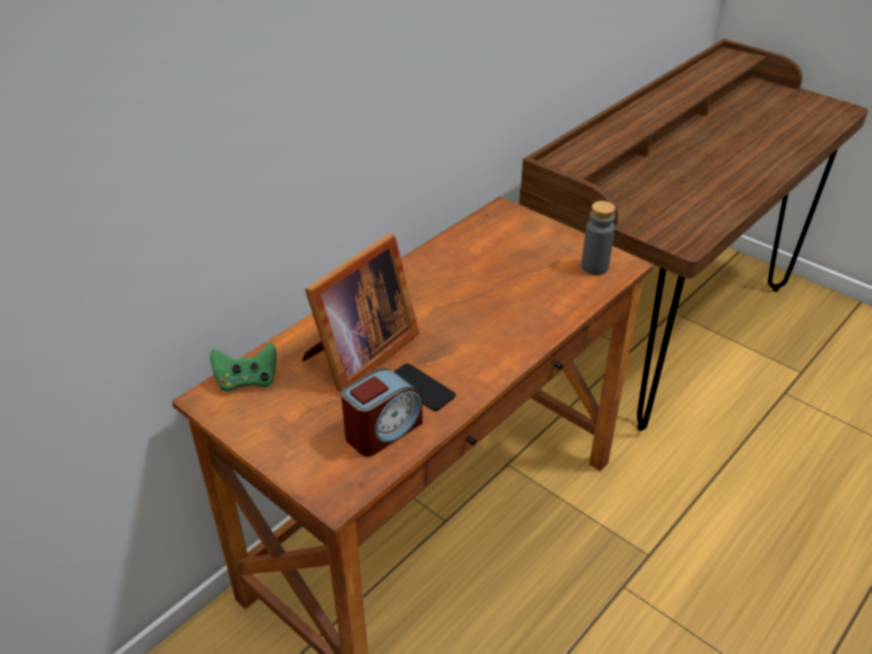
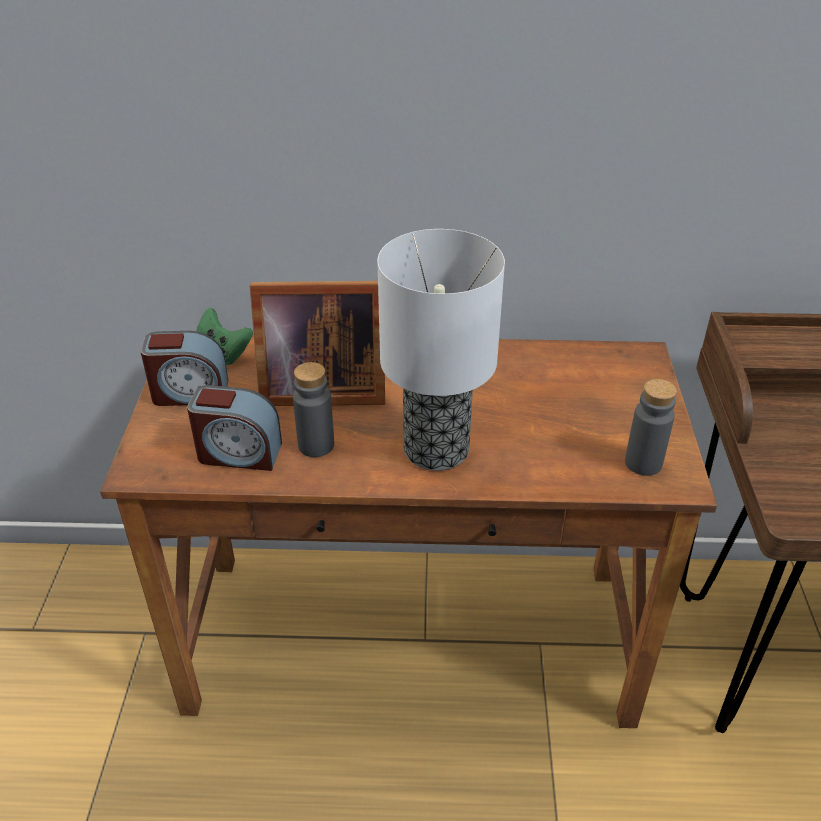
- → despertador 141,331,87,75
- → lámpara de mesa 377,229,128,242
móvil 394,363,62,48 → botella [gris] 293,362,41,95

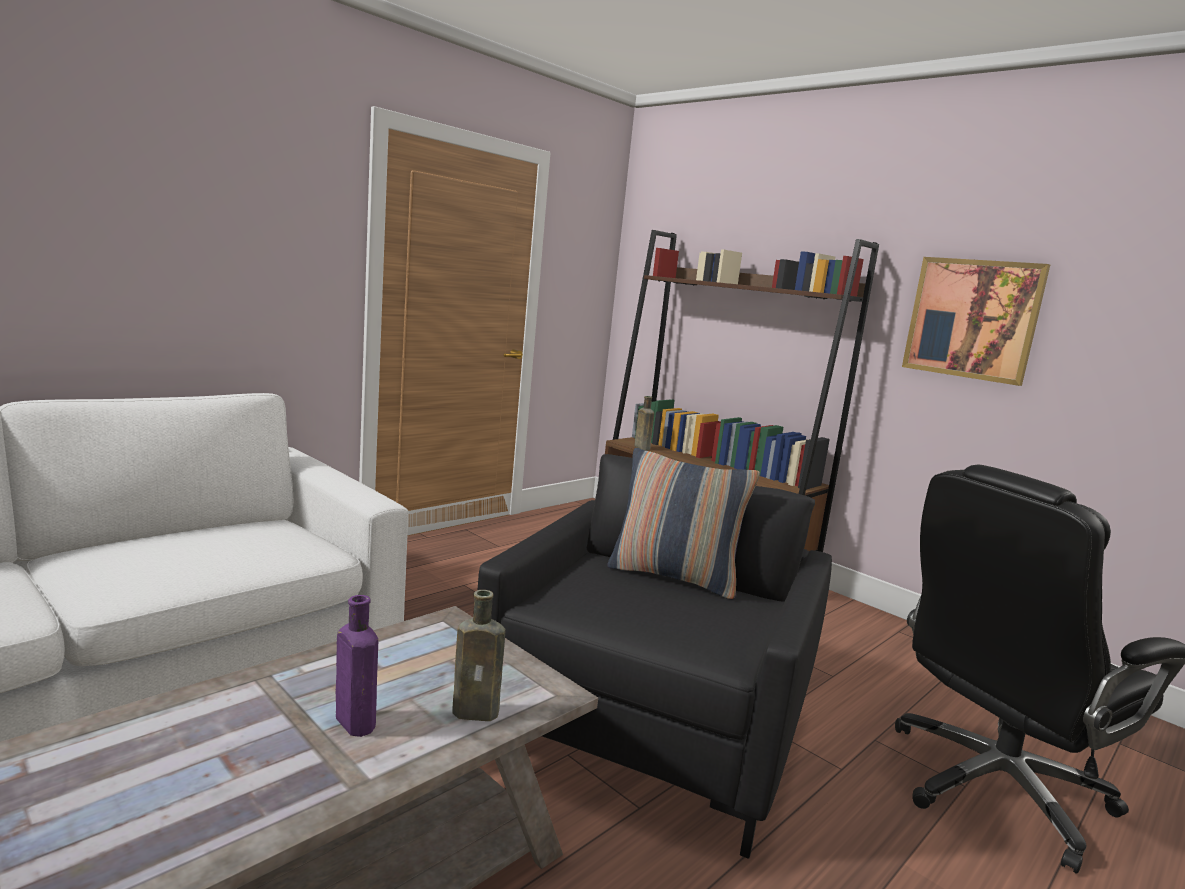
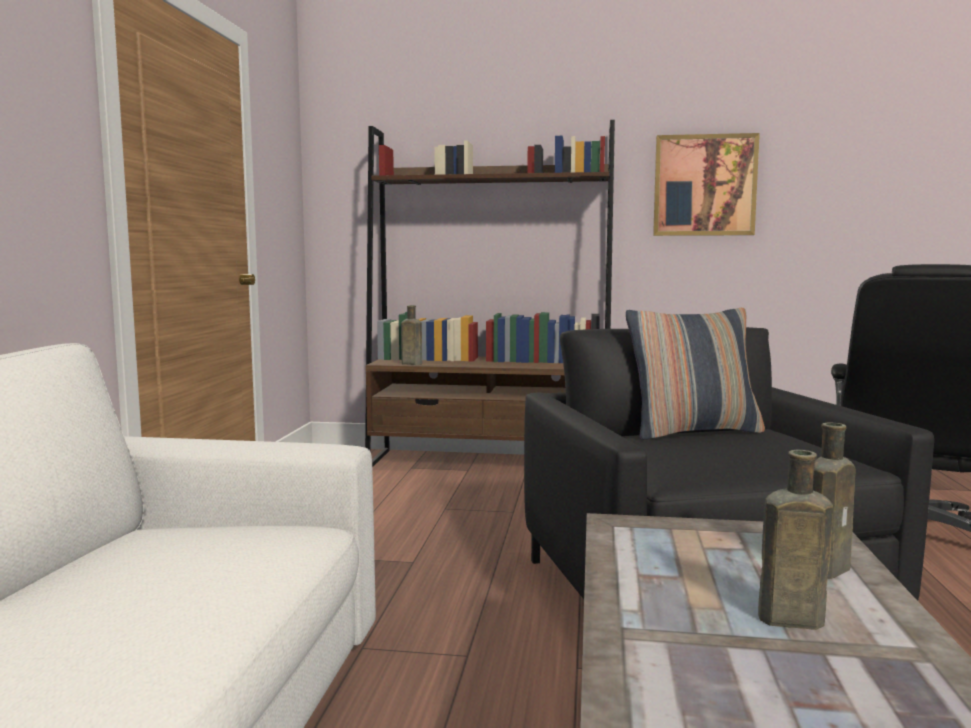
botella [morado] 336,595,42,142 → botella [marrón] 758,450,75,180

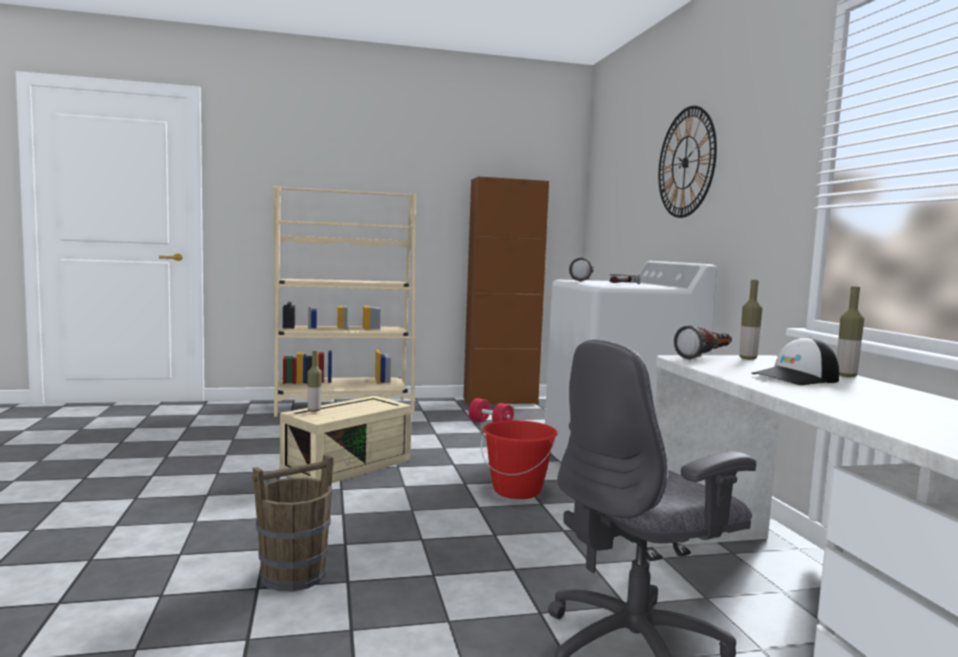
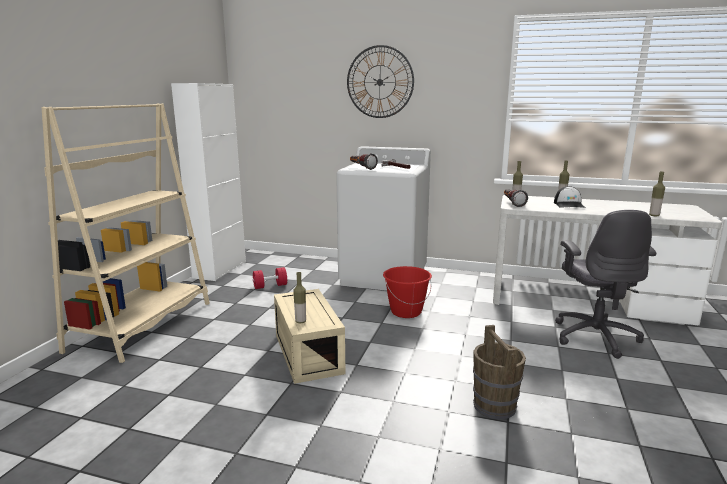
- → botella 649,172,16,44
armario [marrón] 463,177,86,228 → armario [blanco] 171,83,75,198

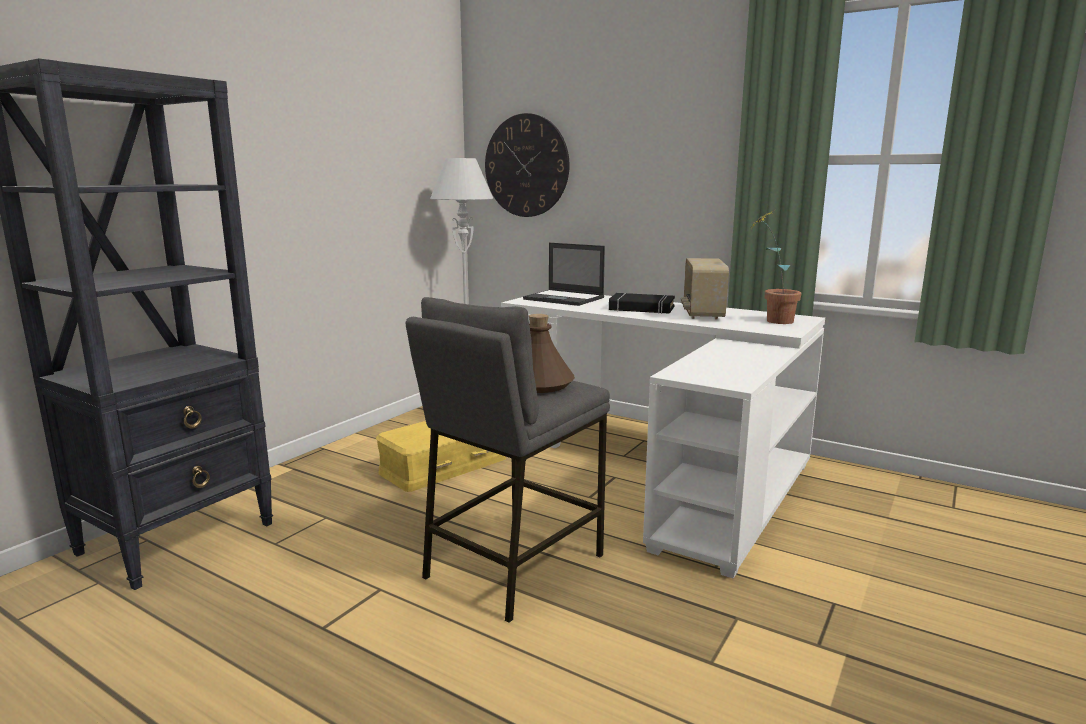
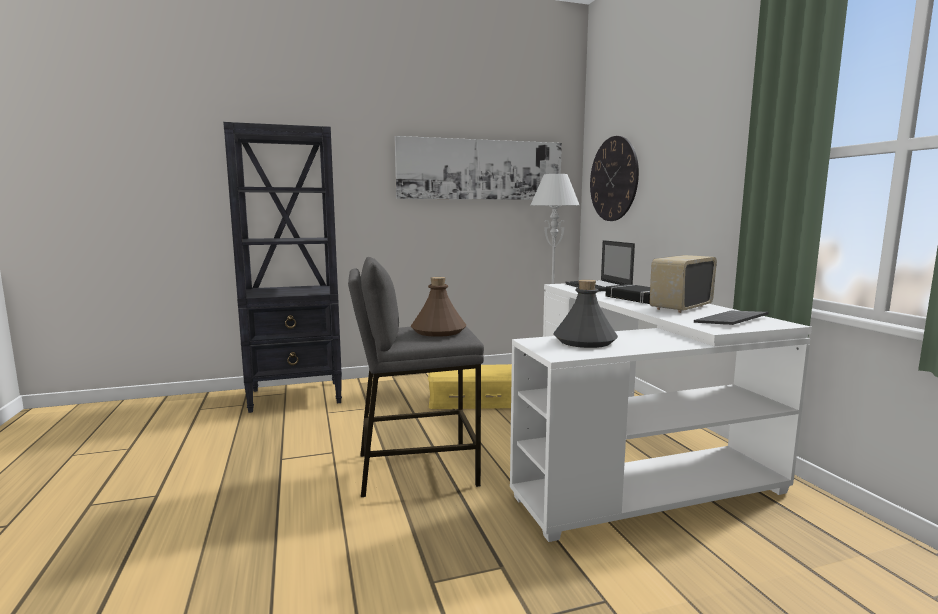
- → cuadro 395,136,167,64
- → botella [gris] 553,279,65,69
planta en maceta 750,211,52,113 → teclado 694,310,75,15

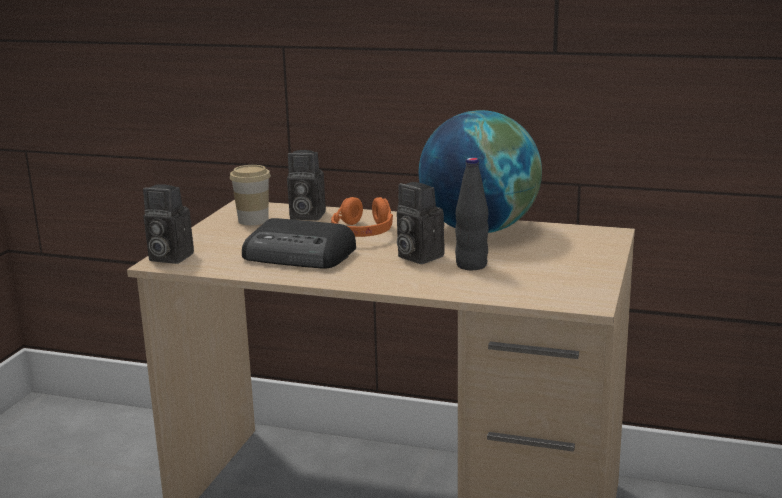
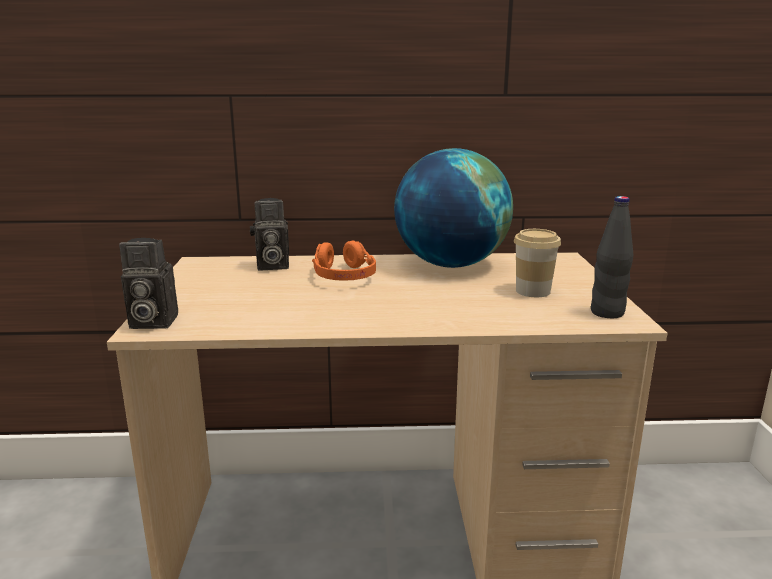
radio 242,218,114,51 → -
cámara 397,182,48,82 → -
taza 230,165,41,60 → taza 514,229,47,68, relocated
botella [negro] 455,157,34,113 → botella [negro] 591,196,42,122, relocated

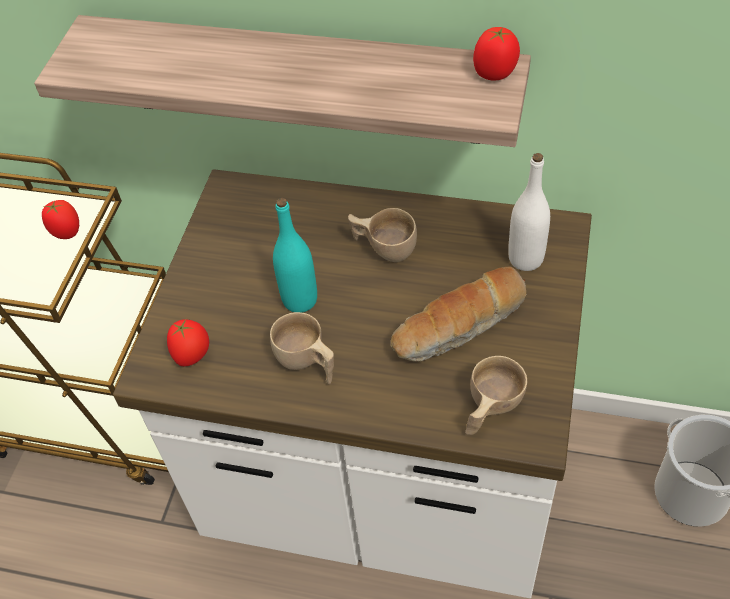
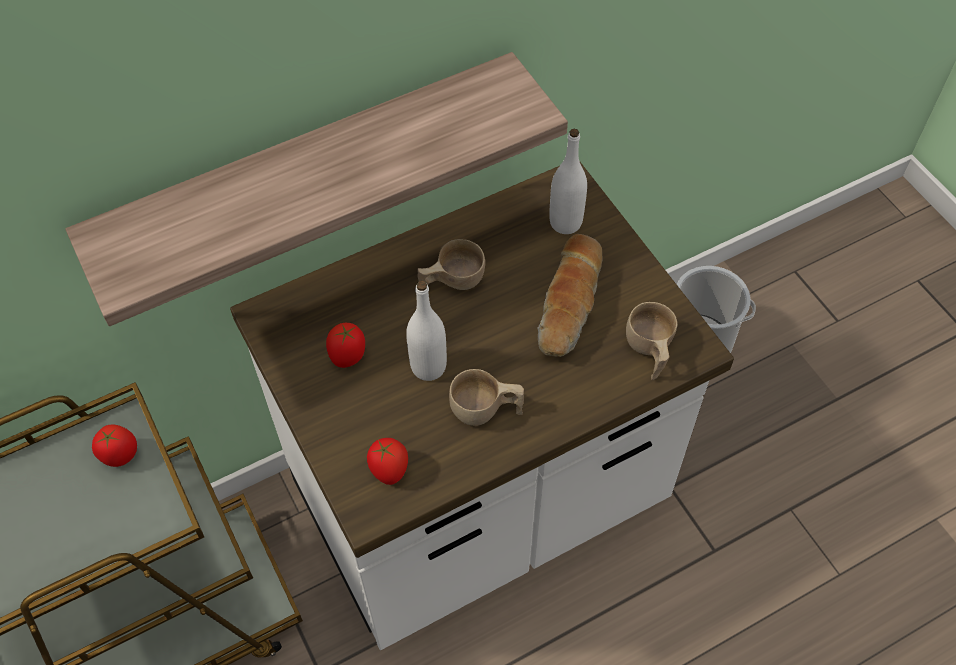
tomate 473,27,47,53 → tomate 326,323,39,45, relocated
botella [turquesa] 273,198,44,115 → botella [blanco] 406,281,41,100

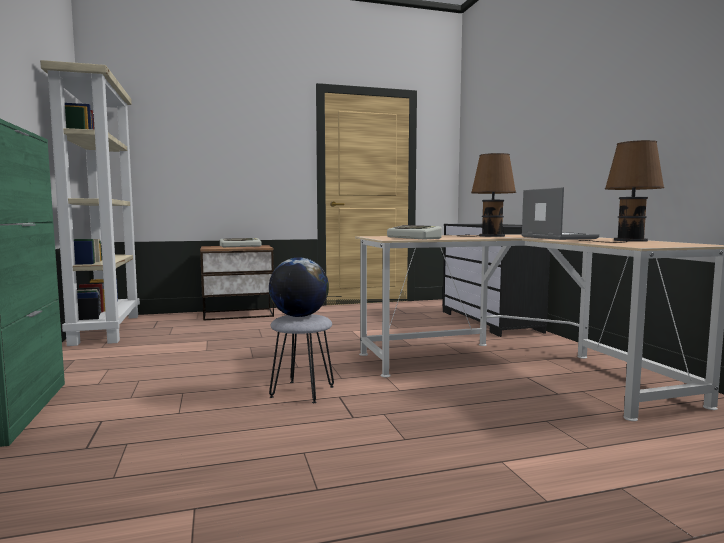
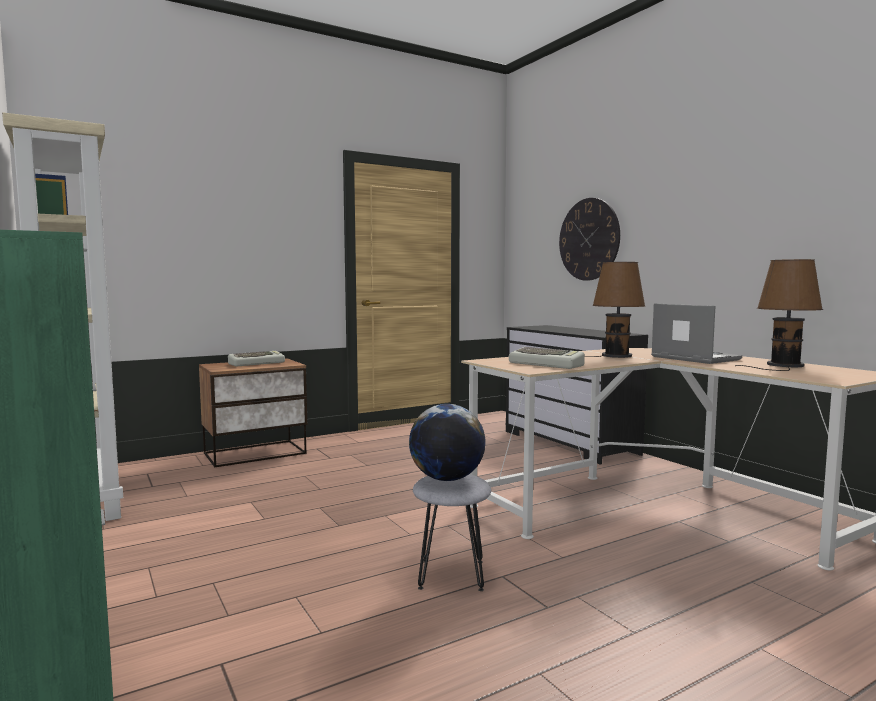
- → reloj de pared 559,198,61,83

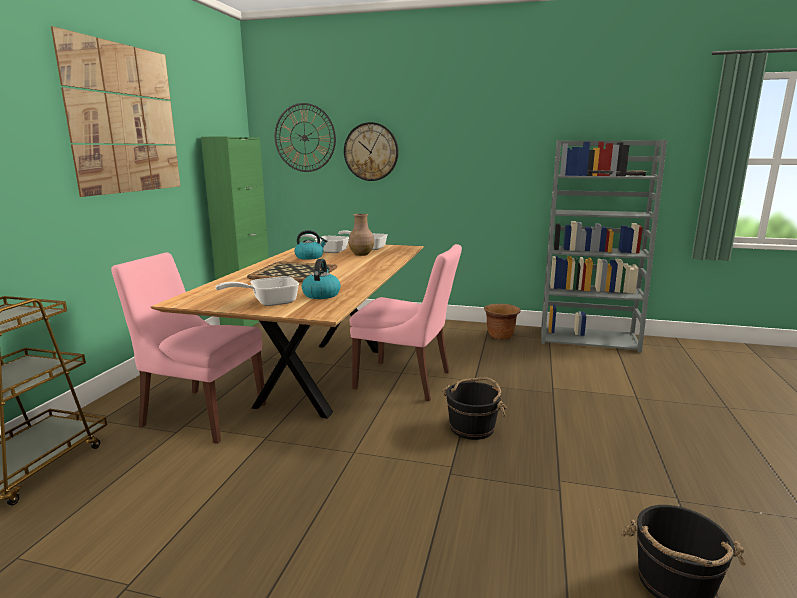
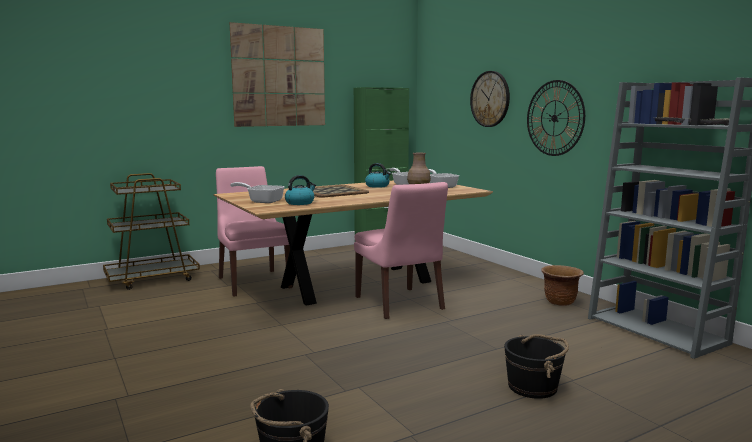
reloj de pared 274,103,62,69 → reloj de pared 527,80,58,76, relocated
cubo [negro] 443,377,63,63 → cubo [negro] 504,334,65,65, relocated

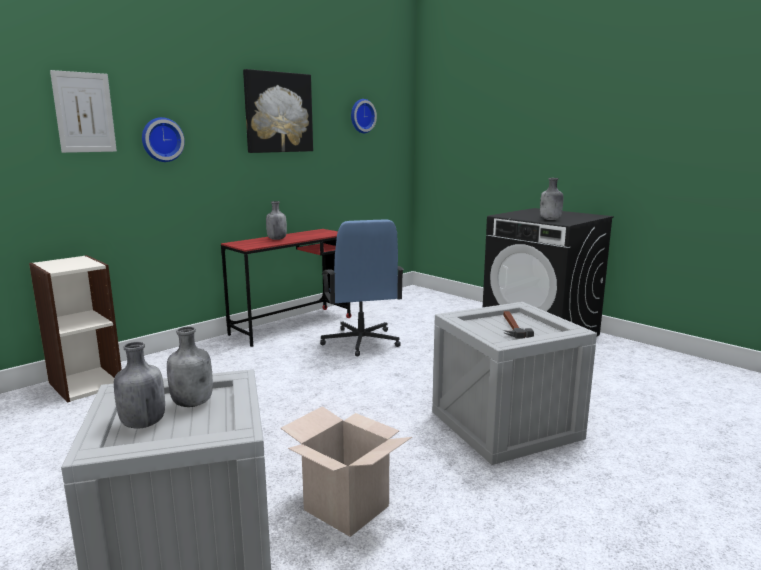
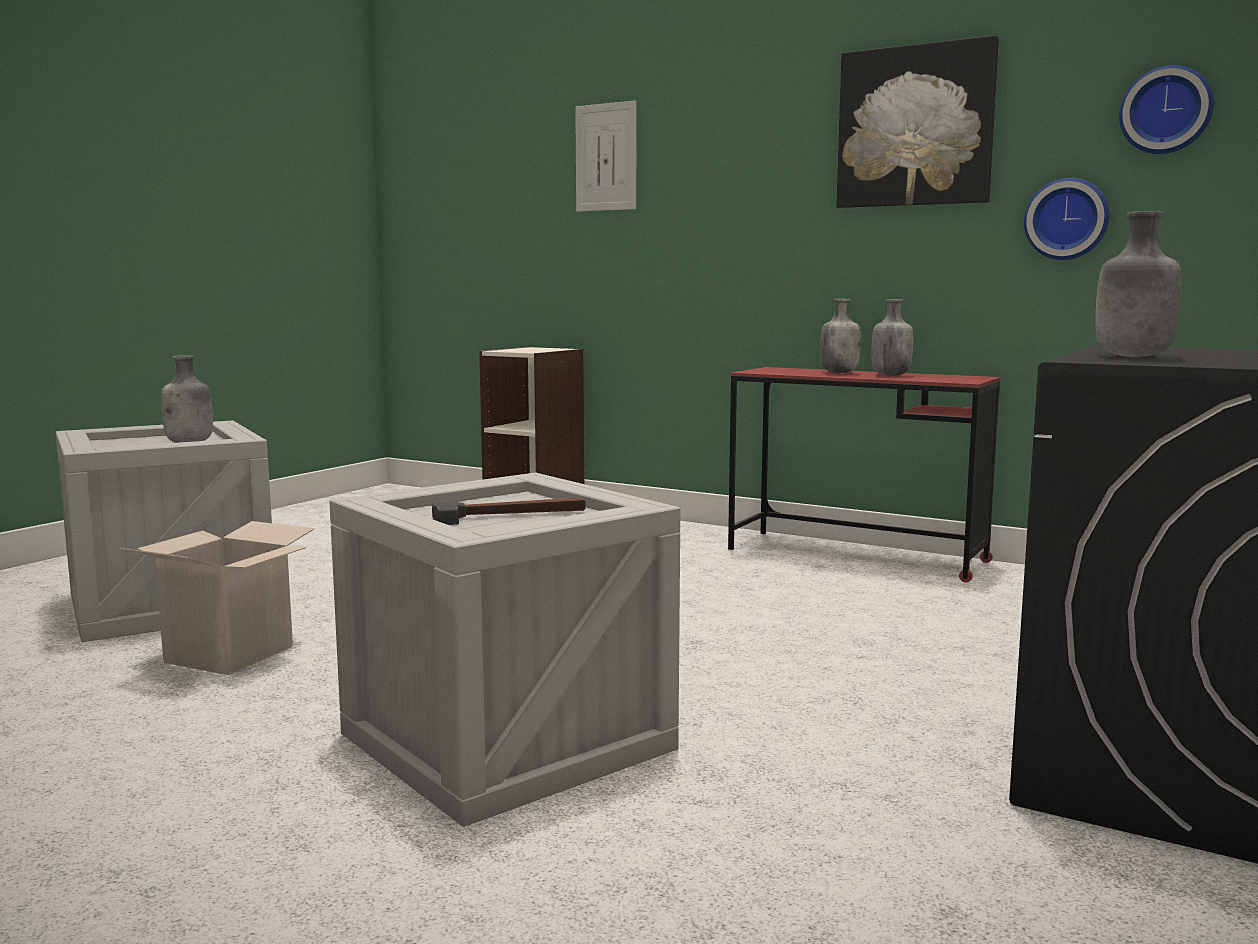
silla de oficina [azul] 320,220,84,136 → -
botella [gris] 114,342,51,86 → botella [gris] 871,299,42,77, relocated
reloj de pared 142,117,43,45 → reloj de pared 1024,178,85,82, relocated

